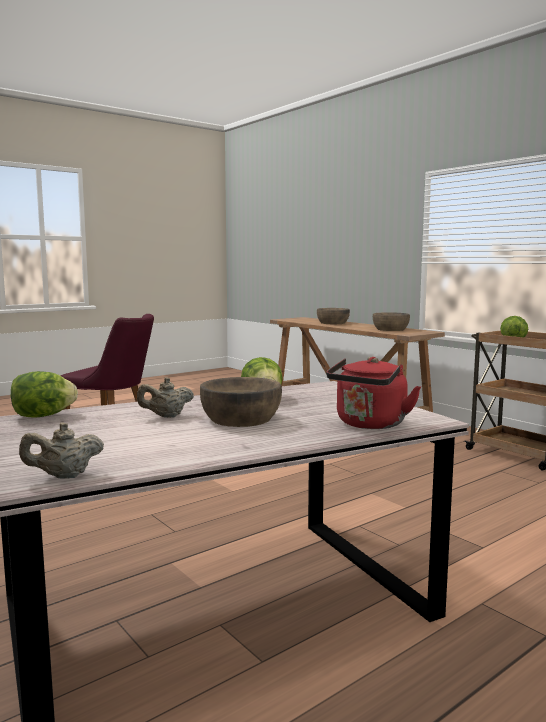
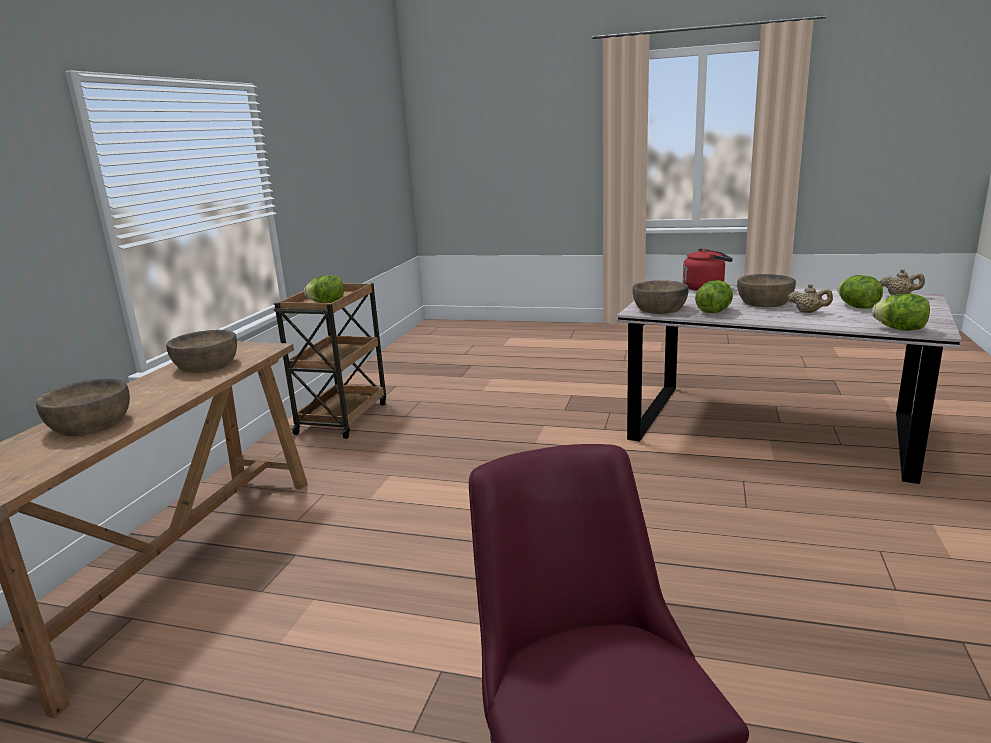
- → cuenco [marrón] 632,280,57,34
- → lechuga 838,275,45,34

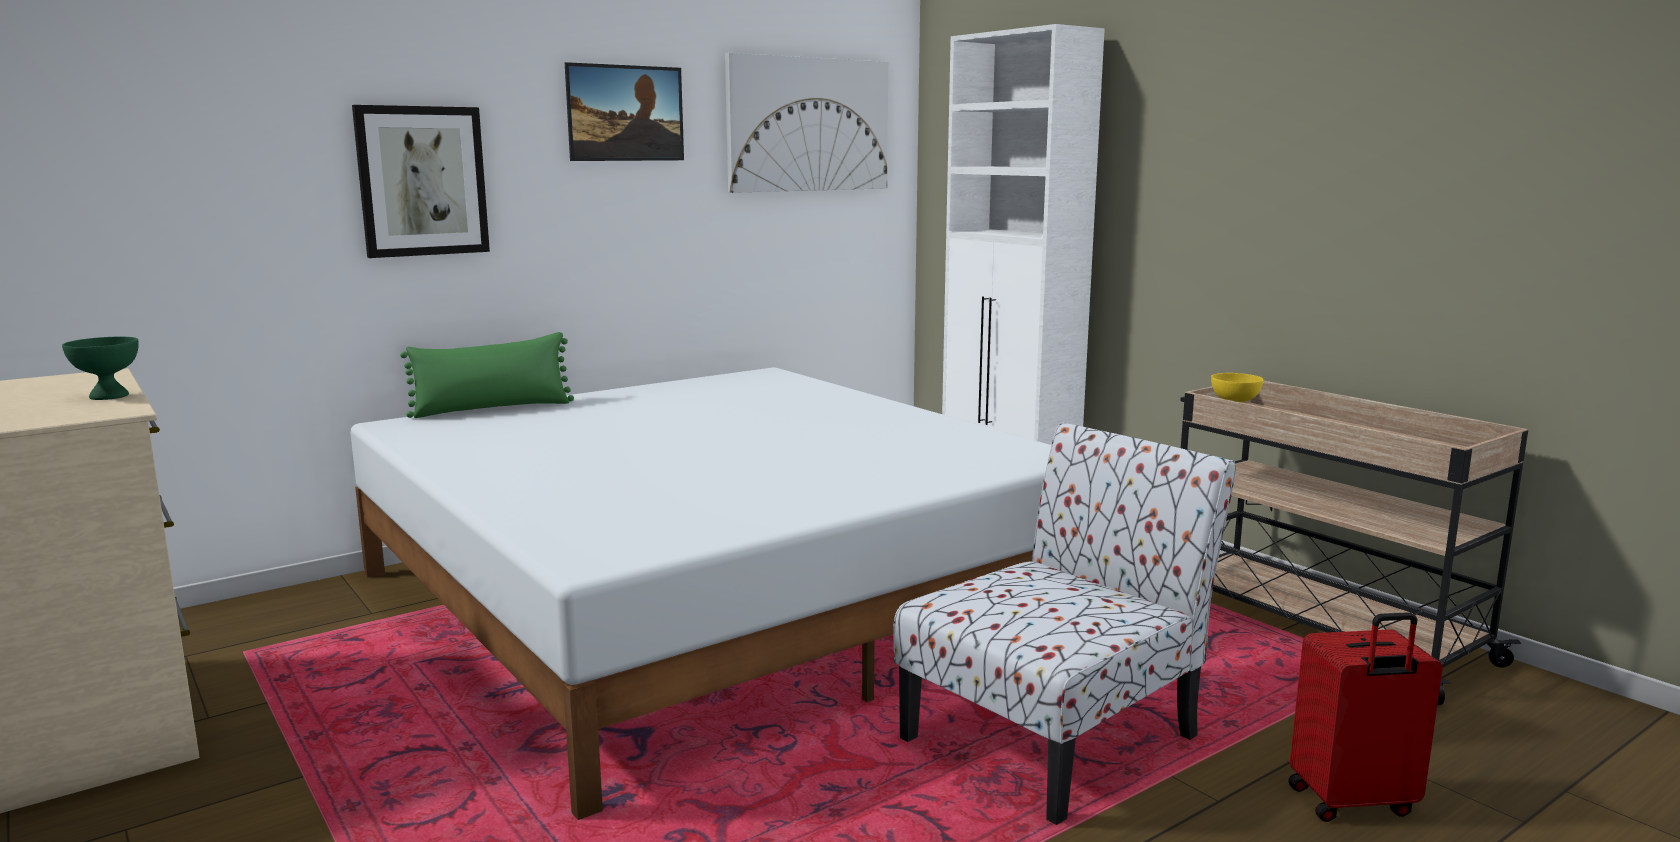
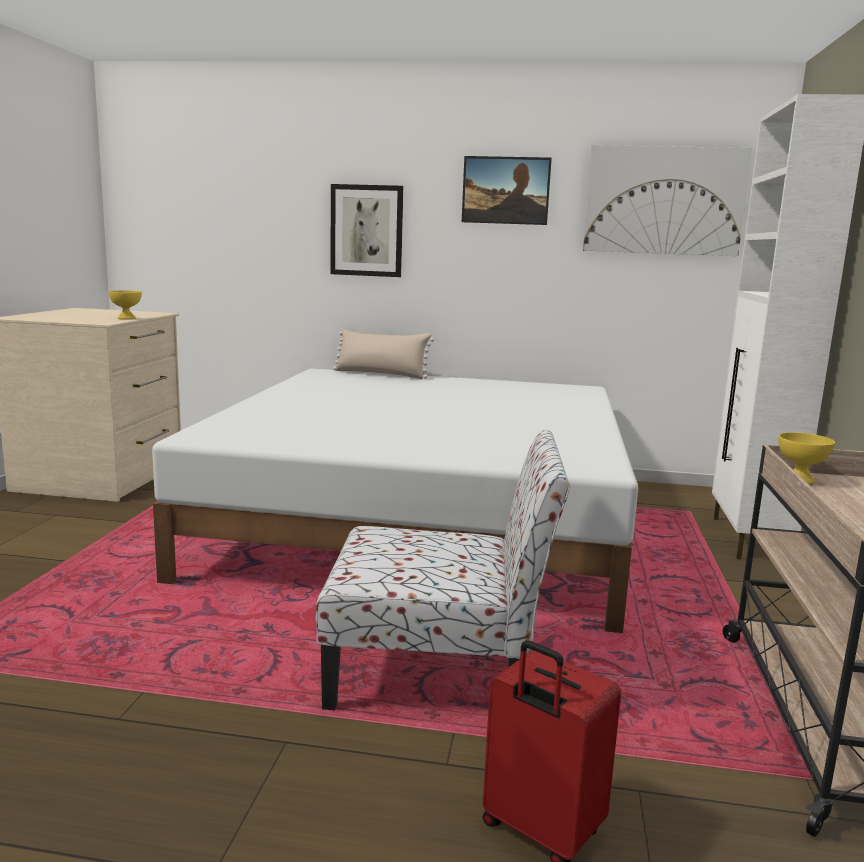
cuenco [verde] 62,337,77,63 → cuenco [amarillo] 108,290,34,30
cojín [verde] 400,332,174,86 → cojín [beis] 333,329,101,50

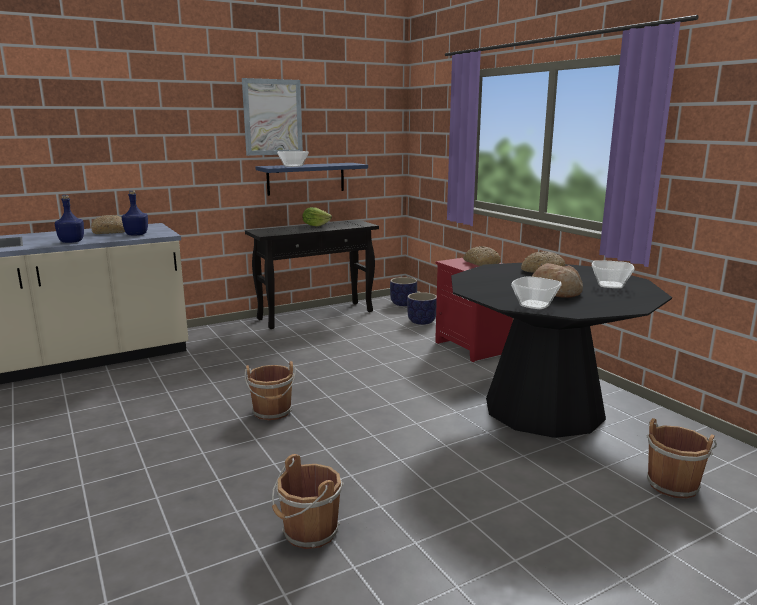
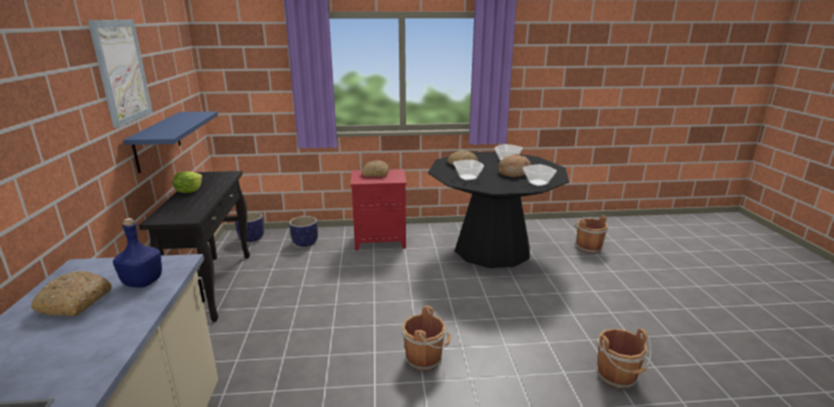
botella [azul] 55,195,29,48 → -
cuenco 277,151,32,16 → cuenco 454,160,30,20, relocated

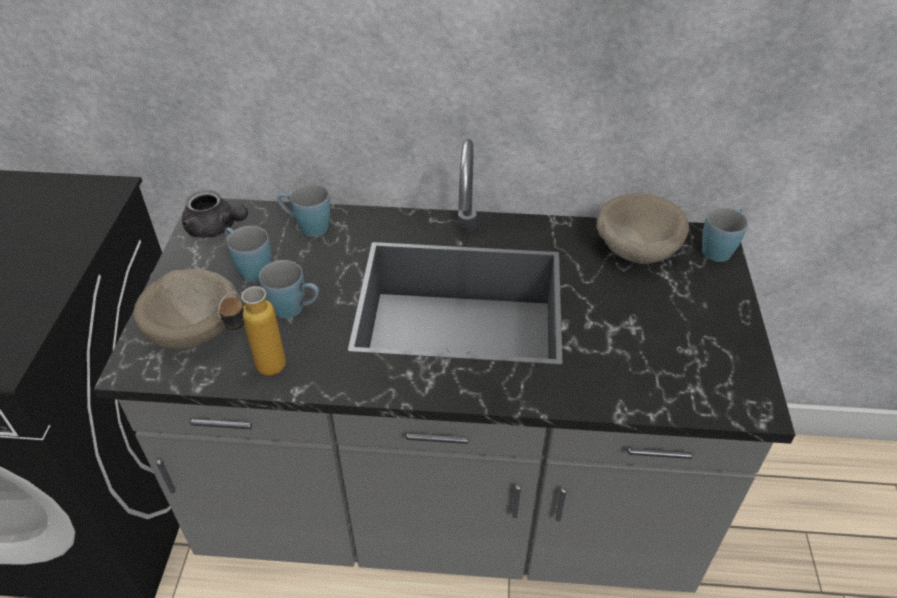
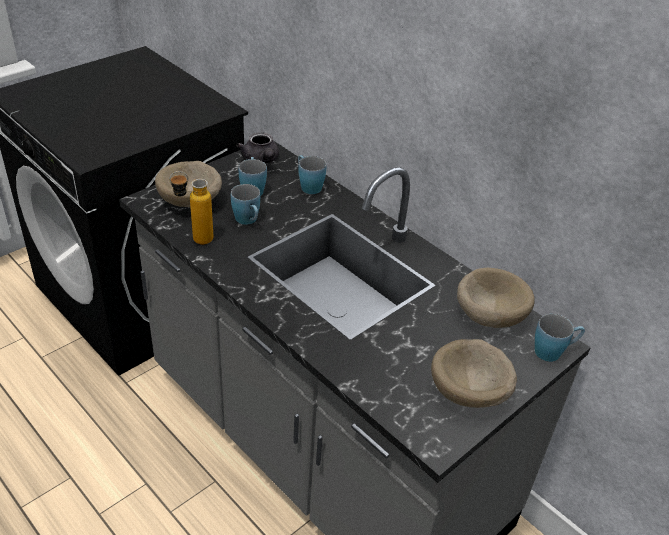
- → cuenco [beis] 431,339,86,69

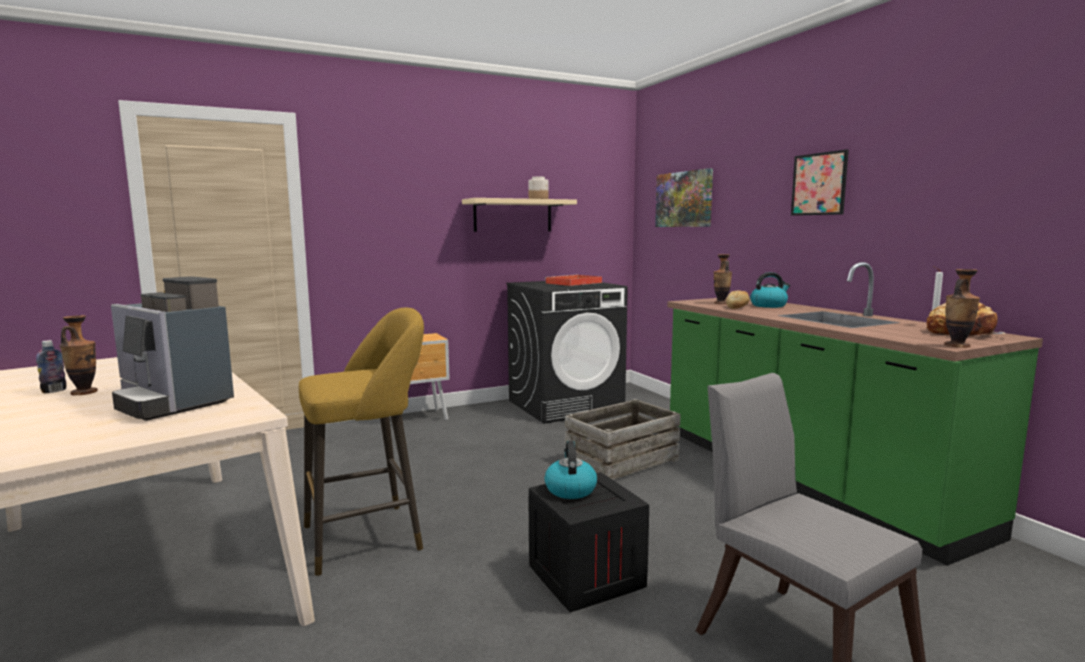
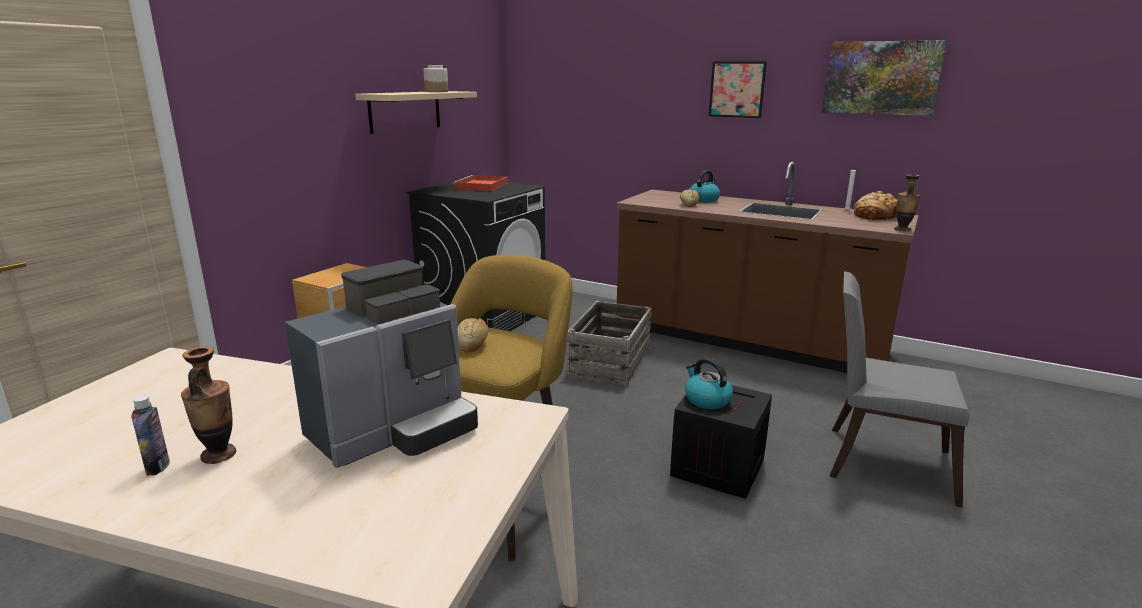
florero 714,254,18,50 → -
- → pan 457,318,31,35
cuadro 655,168,58,59 → cuadro 822,40,125,76, relocated
mueble bajo de cocina [verde] 667,262,376,304 → mueble bajo de cocina [marrón] 616,162,302,211
cafetera 111,276,123,145 → cafetera 285,260,193,208, 45 degrees counterclockwise

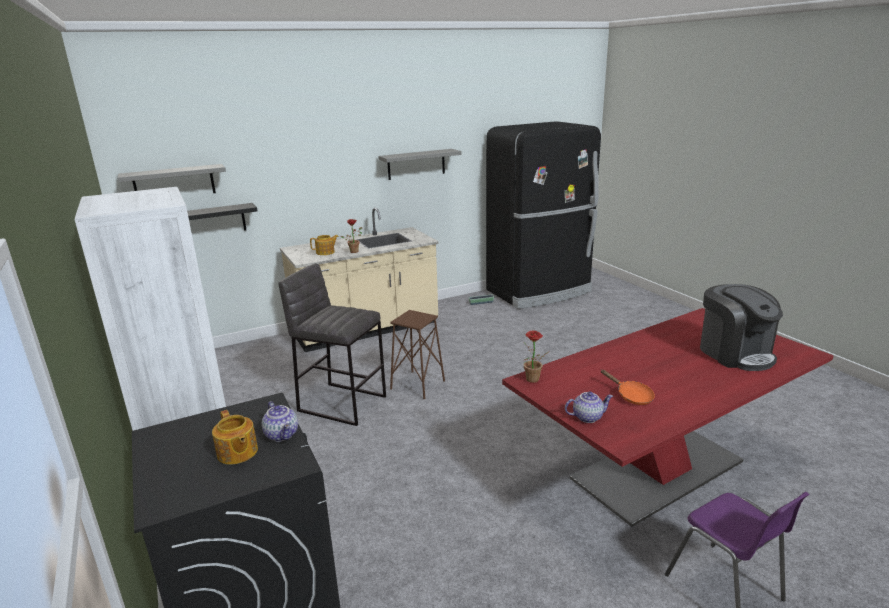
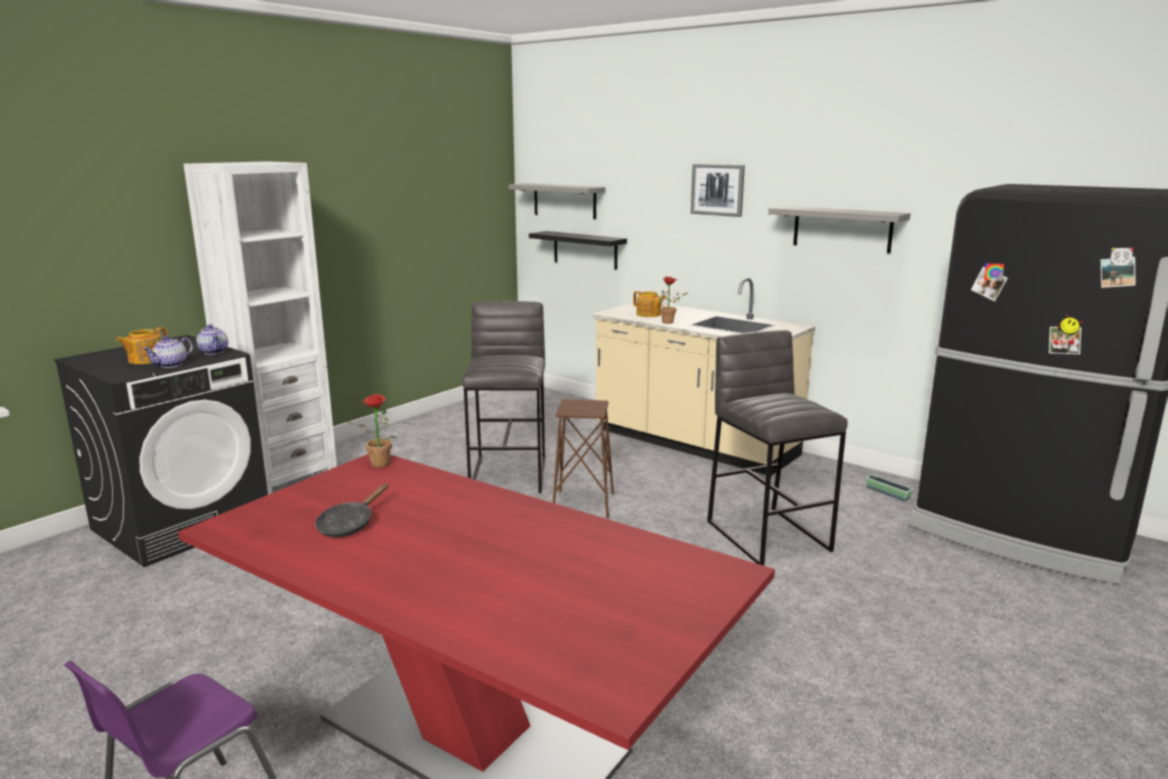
cafetera 700,284,83,87 → -
- → cuadro 691,164,54,53
- → taburete [gris] 707,330,141,236
tetera 565,392,48,31 → tetera 196,324,32,31, relocated
sartén [naranja] 601,370,54,35 → sartén [negro] 315,483,73,54

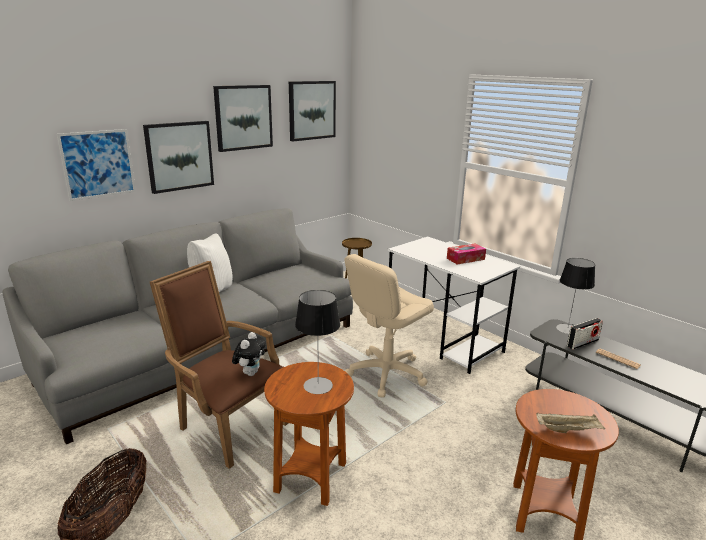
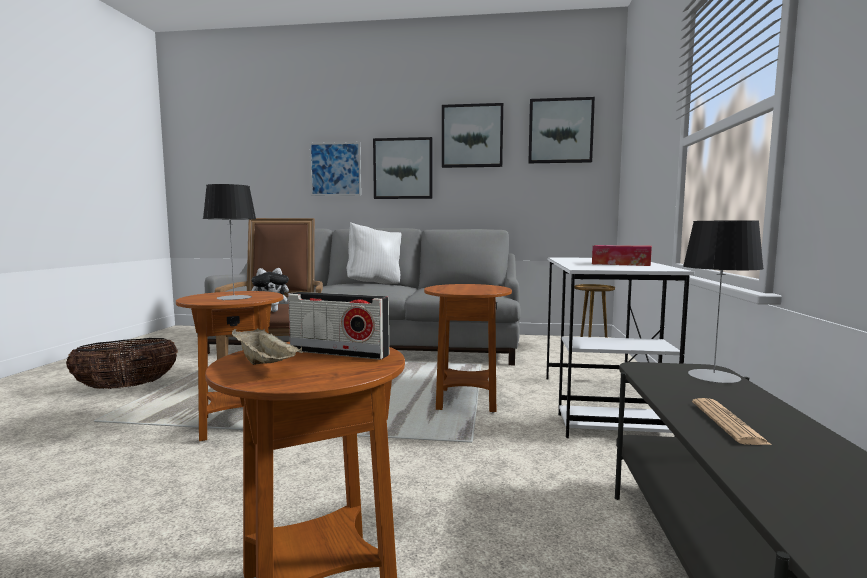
radio 567,318,36,32 → radio 288,292,101,68, relocated
silla de oficina [beis] 344,254,90,144 → mesa auxiliar [marrón] 424,284,88,129

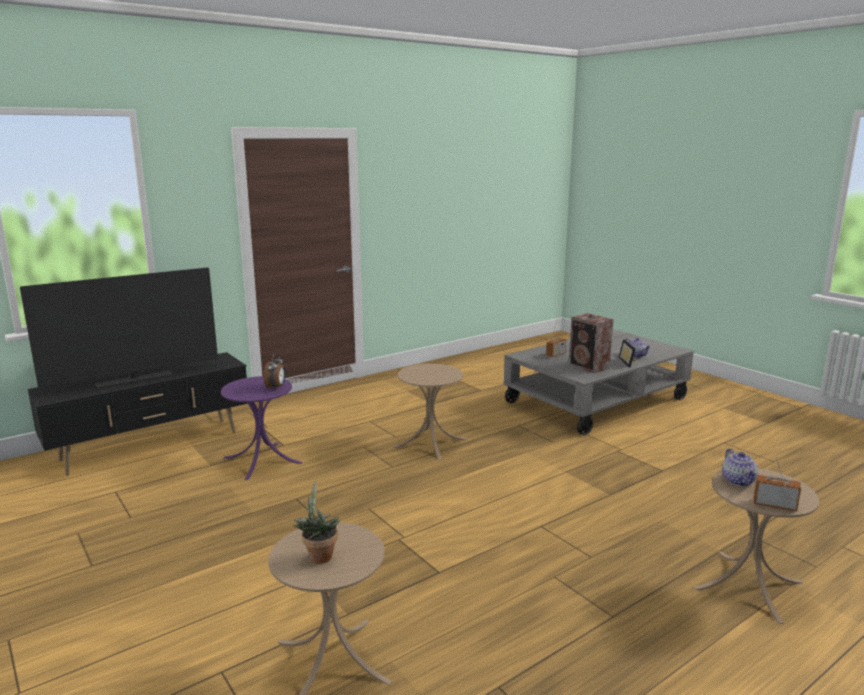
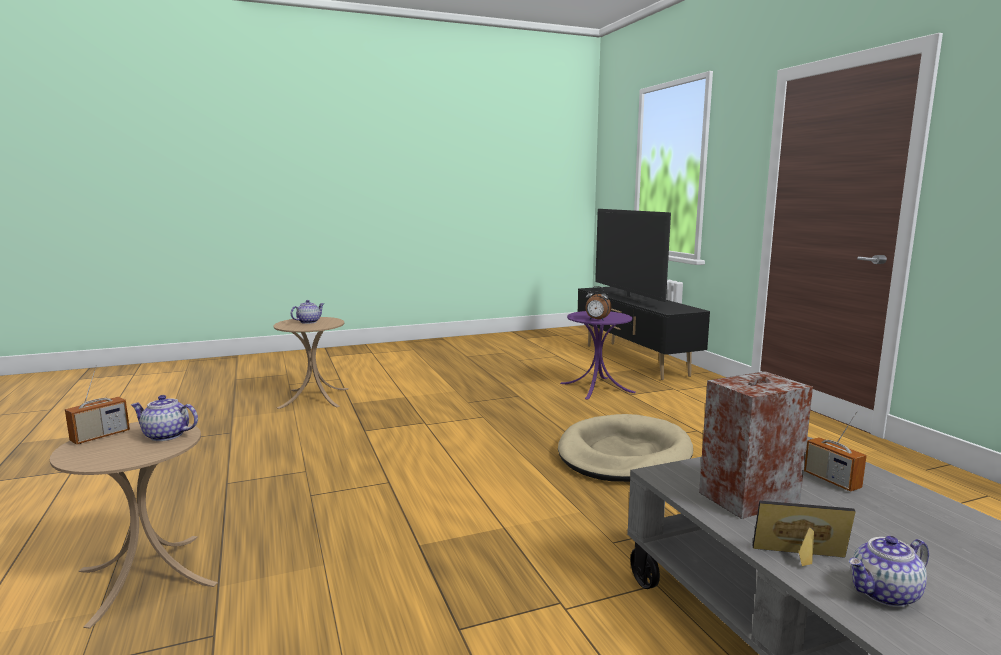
planta en maceta 293,481,47,83 → tetera 291,300,33,24
mesa auxiliar [beis] 392,364,76,96 → cama para perro [beis] 558,414,135,68

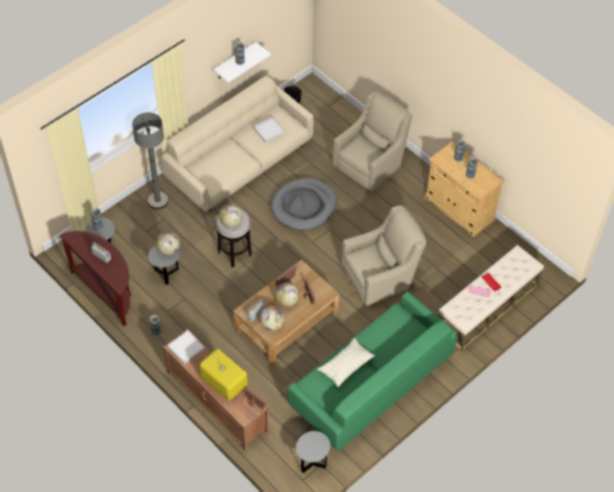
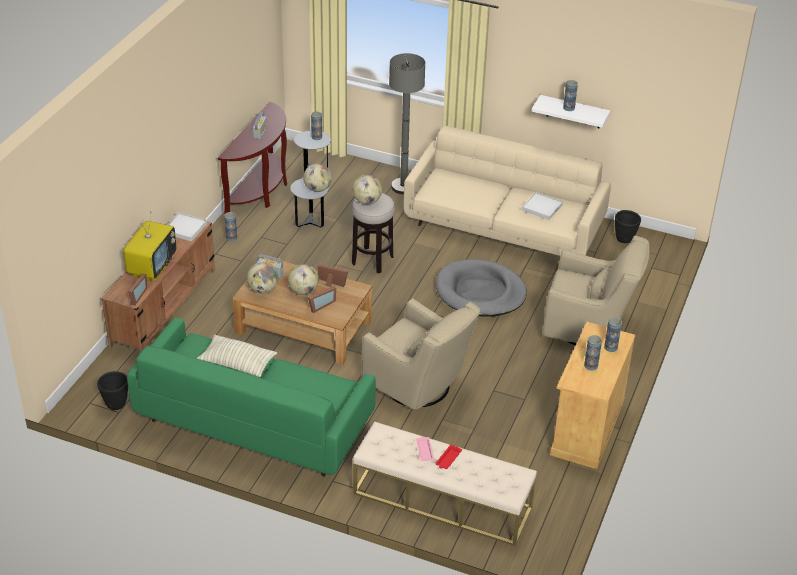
mesa auxiliar [gris] 296,431,34,42 → maceta [negro] 97,371,31,39

